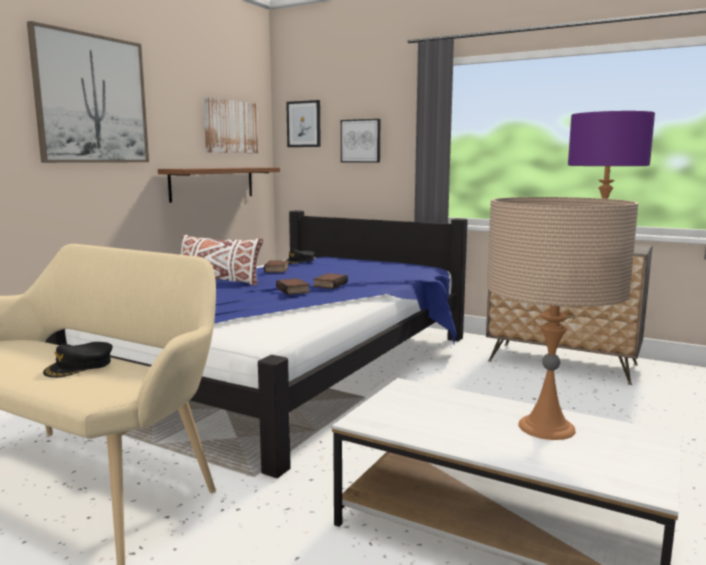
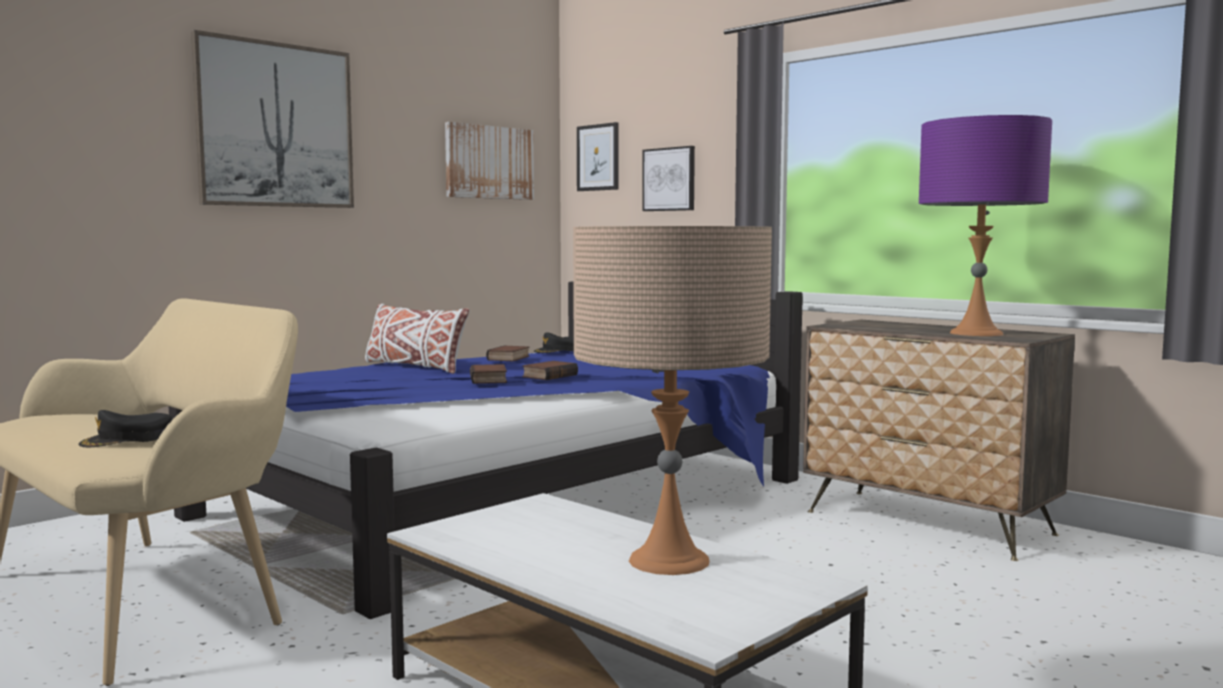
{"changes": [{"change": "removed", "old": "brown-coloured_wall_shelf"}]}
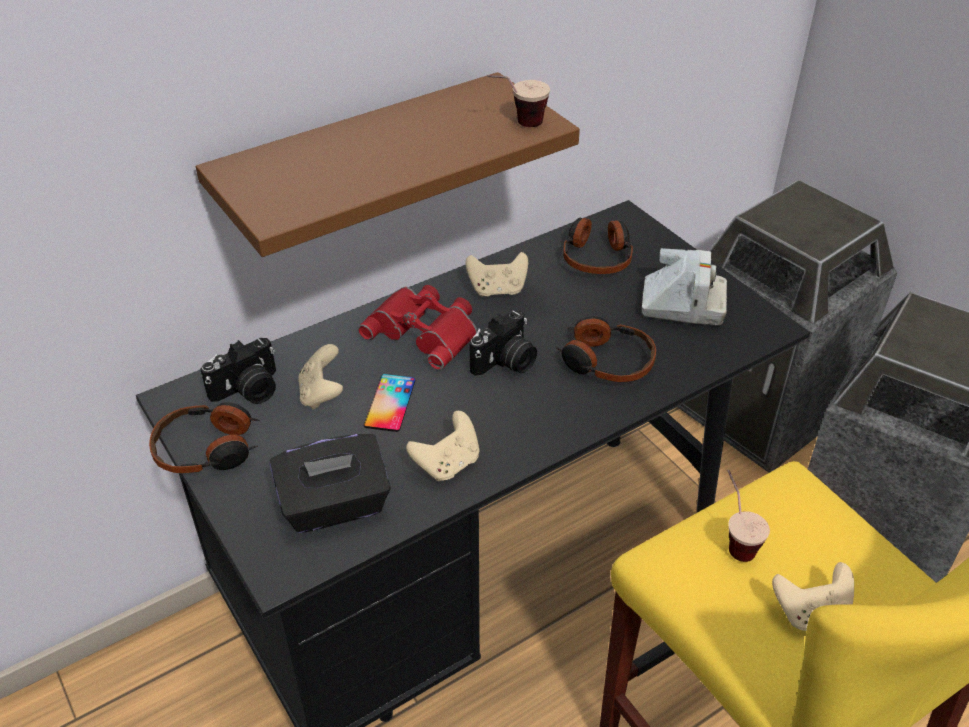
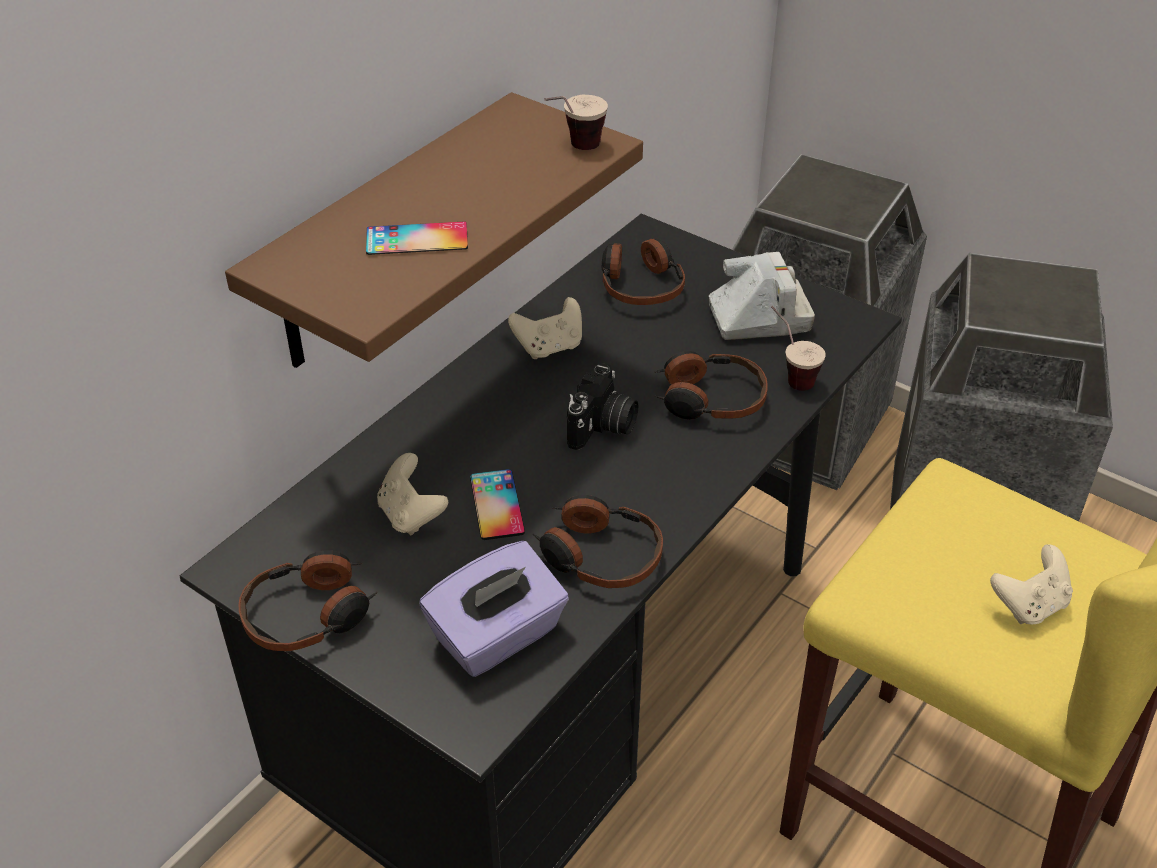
{"changes": [{"change": "removed", "old": "photo_camera (1st from left)"}, {"change": "removed", "old": "red_binoculars"}, {"change": "added", "new": "telephone (1st from left)"}, {"change": "moved", "old": "drinking_cup (2nd from left)"}, {"change": "replaced", "old": "beige-coloured_joypad (2nd from left)", "new": "headphones (2nd from left)"}, {"change": "recoloured", "old": "black-coloured_box_of_tissues", "new": "purple_box_of_tissues"}]}
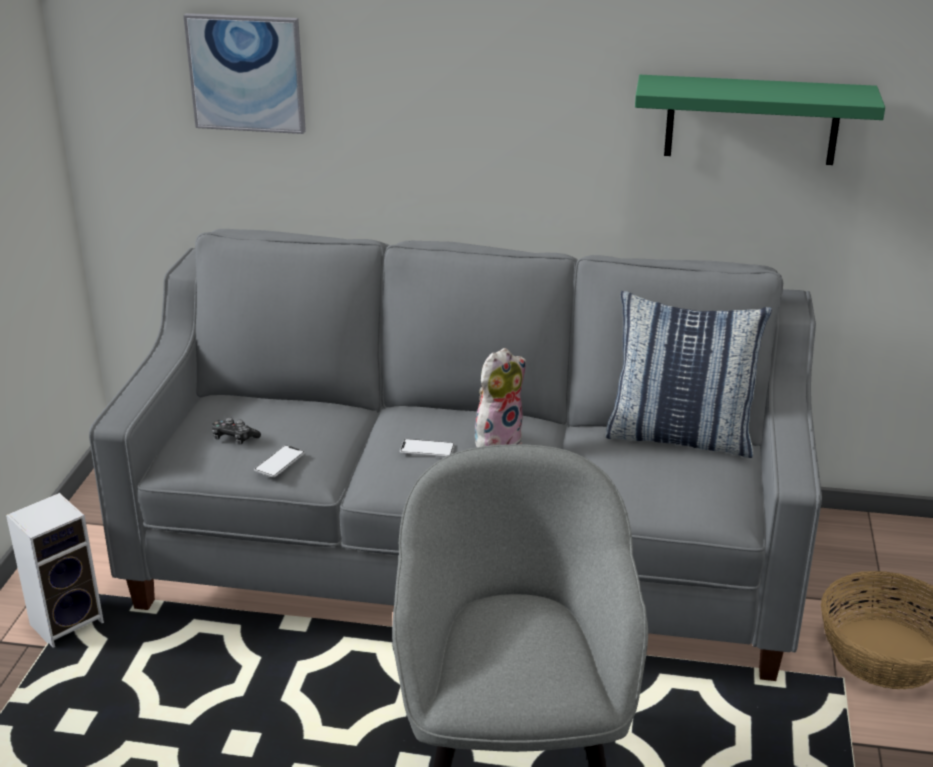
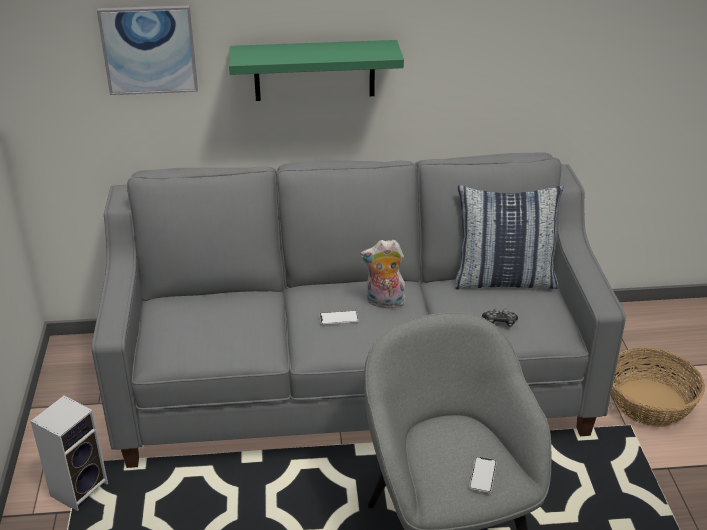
{"changes": [{"change": "moved", "old": "joypad"}, {"change": "moved", "old": "telephone (1st from left in the first image)", "new": "telephone (2nd from left)"}, {"change": "moved", "old": "greenish_wall_shelf"}, {"change": "turned", "old": "cuddly_toy", "degrees": -120}]}
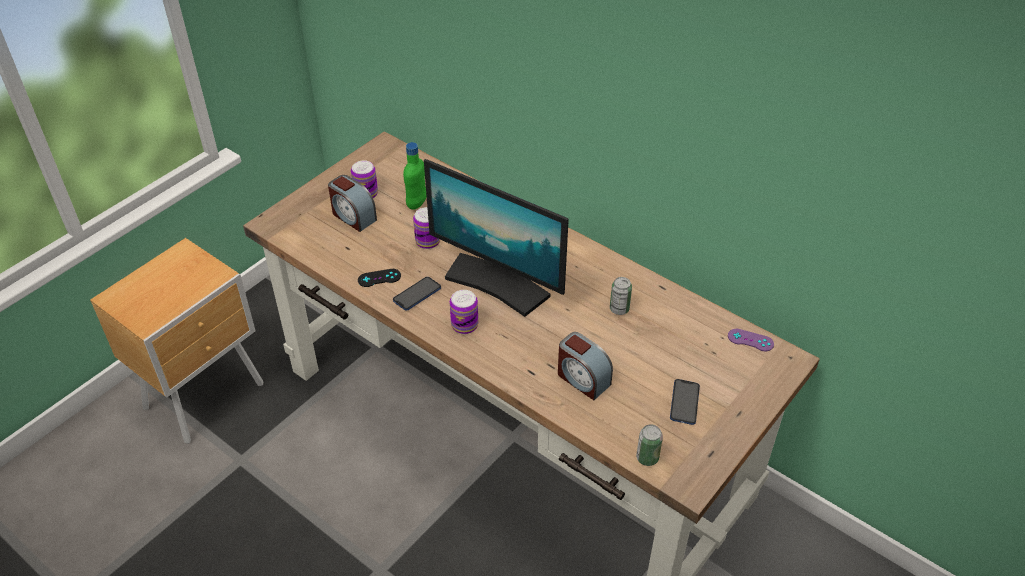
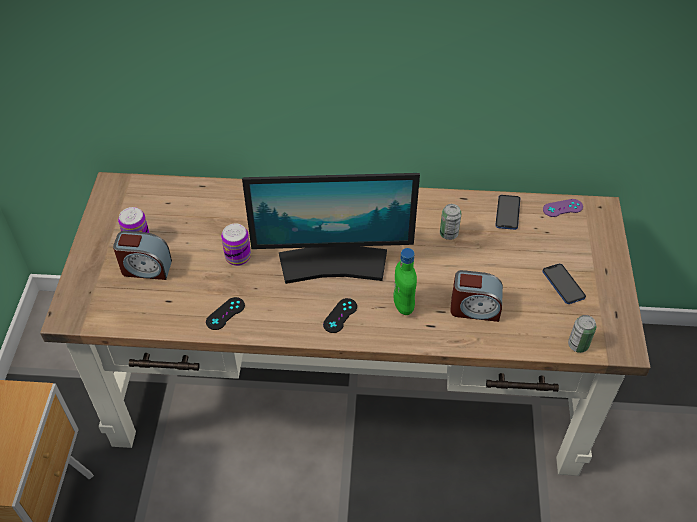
{"changes": [{"change": "moved", "old": "telephone (1st from left)"}, {"change": "moved", "old": "greenish_beverage_bottle"}, {"change": "replaced", "old": "metal_can (3rd from left)", "new": "black-coloured_joypad (2nd from left)"}]}
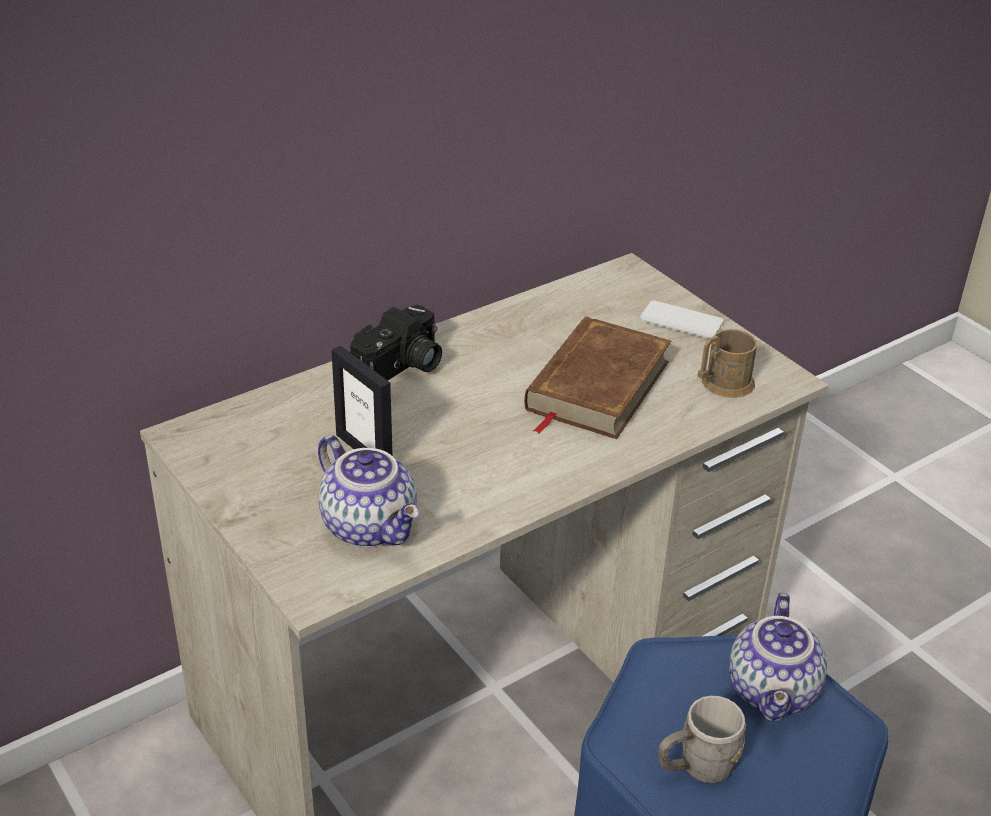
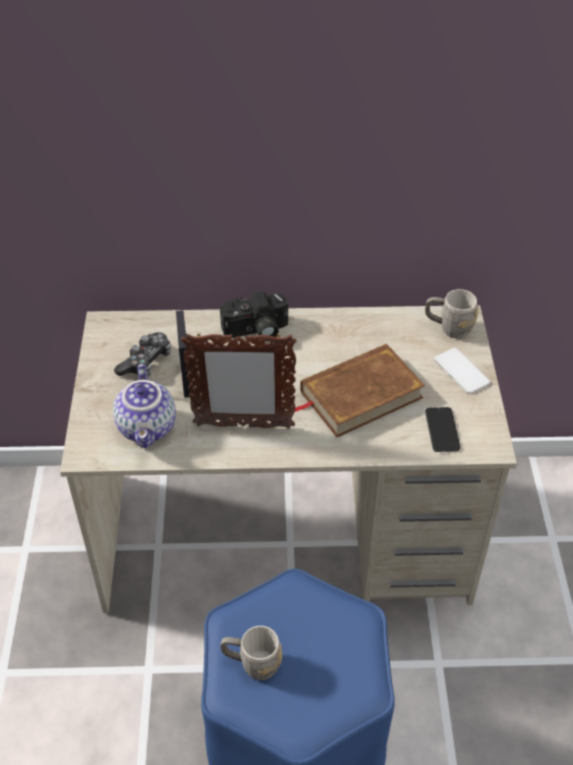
{"changes": [{"change": "removed", "old": "tea_pot (2nd from left)"}, {"change": "added", "new": "joypad"}, {"change": "added", "new": "standing_frame (2nd from left)"}, {"change": "added", "new": "grey_mug (2nd from left)"}, {"change": "replaced", "old": "brown-coloured_mug", "new": "telephone (1st from left)"}]}
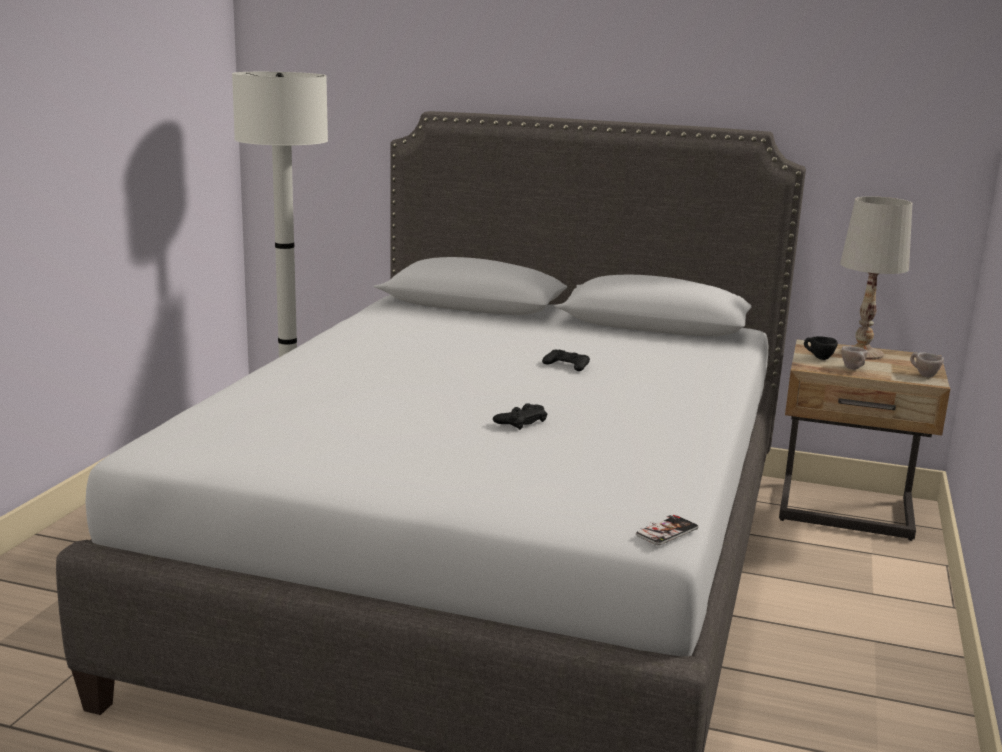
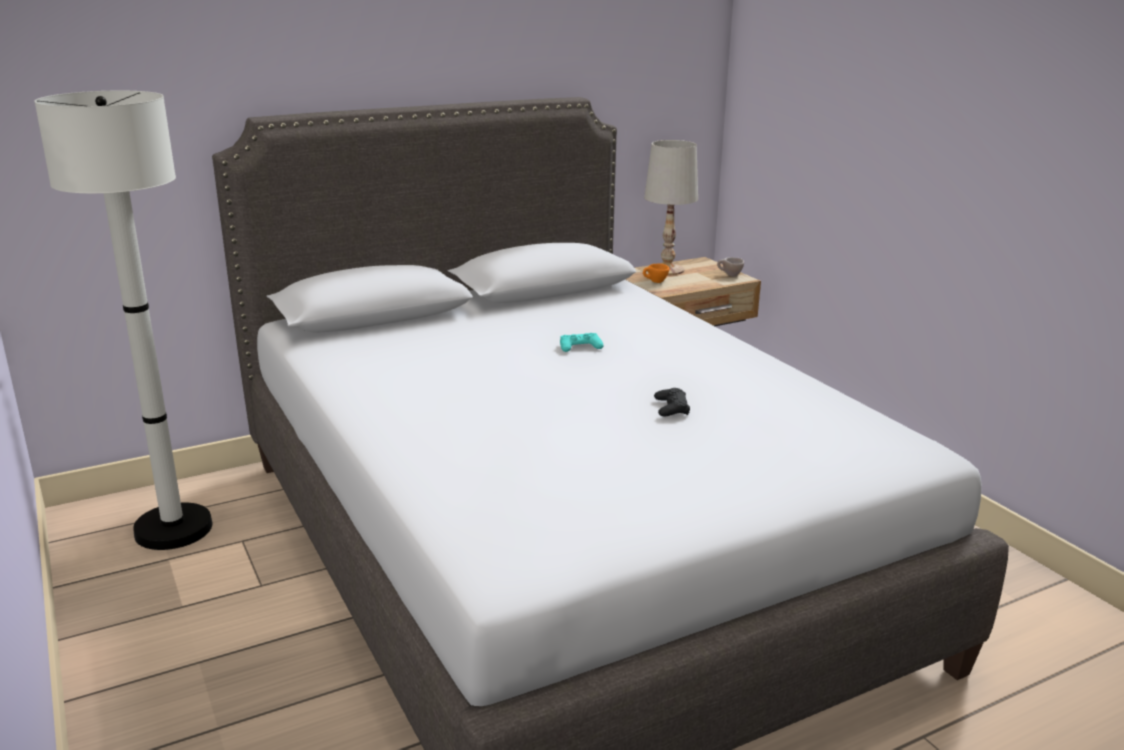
{"changes": [{"change": "removed", "old": "telephone"}, {"change": "removed", "old": "beige-coloured_drinking_cup (1st from left)"}, {"change": "recoloured", "old": "black-coloured_joypad (2nd from left)", "new": "turquoise_joypad"}, {"change": "recoloured", "old": "black-coloured_drinking_cup", "new": "orange_drinking_cup"}]}
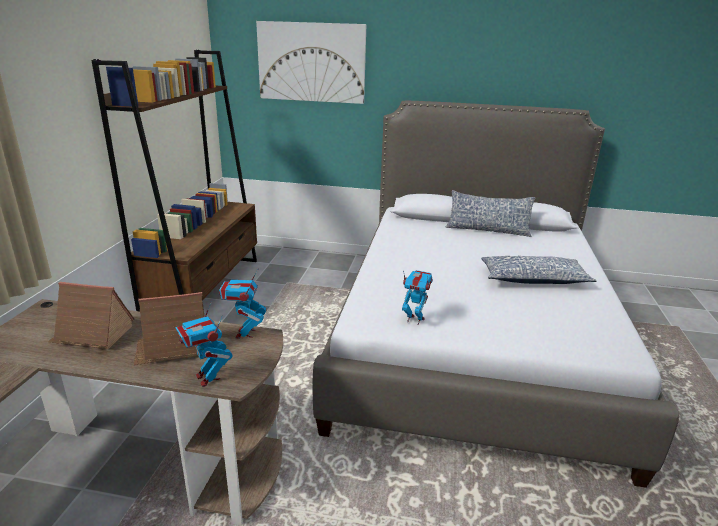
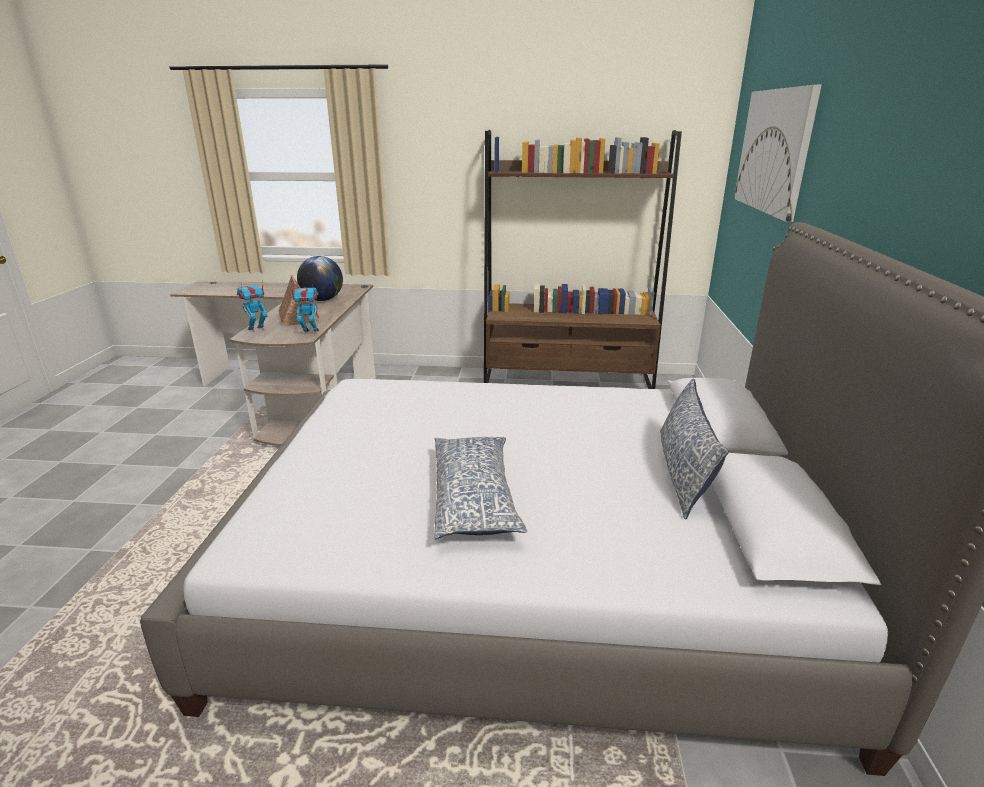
{"changes": [{"change": "removed", "old": "robot_figure (3rd from left)"}, {"change": "replaced", "old": "miniature_house (1st from left)", "new": "globe"}]}
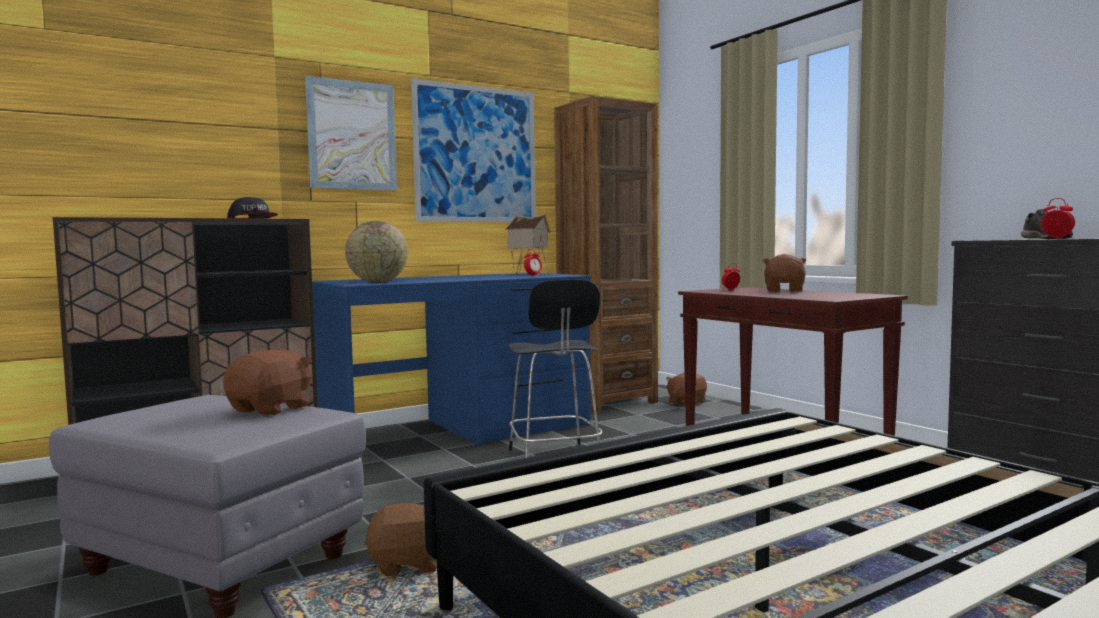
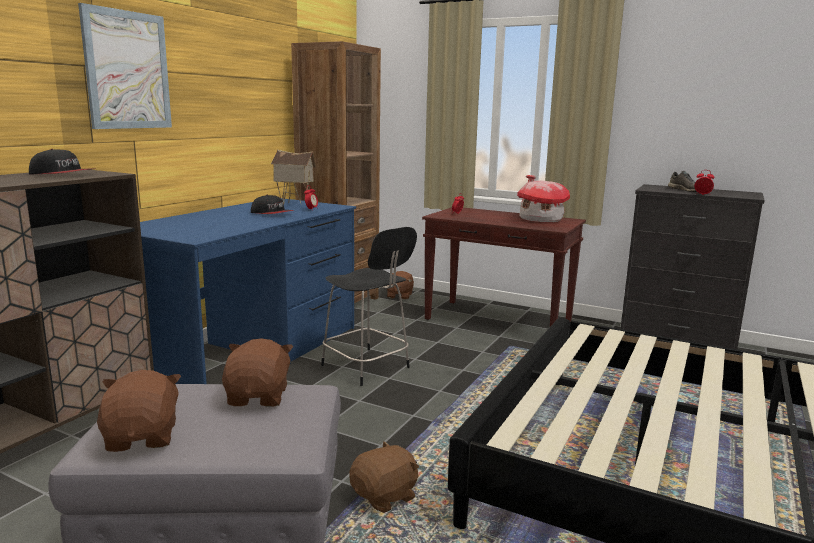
{"changes": [{"change": "removed", "old": "globe"}, {"change": "removed", "old": "wall_art (2nd from left)"}, {"change": "added", "new": "peaked_cap (2nd from left)"}, {"change": "added", "new": "miniature_house (2nd from left)"}, {"change": "moved", "old": "brown-coloured_cuddly_toy (4th from left in the first image)", "new": "brown-coloured_cuddly_toy (1st from left)"}]}
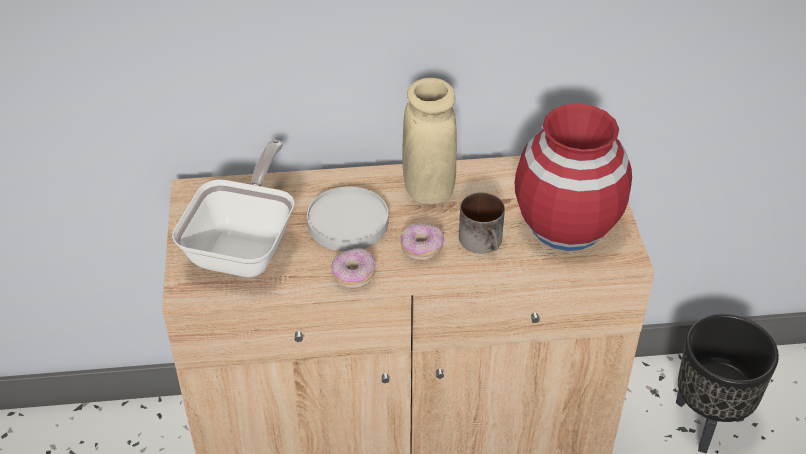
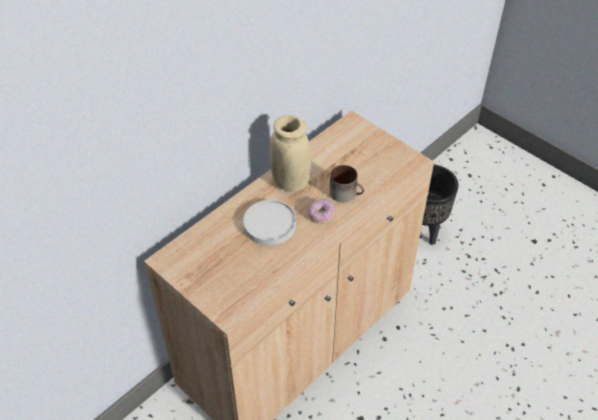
{"changes": [{"change": "removed", "old": "frying_pan"}, {"change": "removed", "old": "donut (1st from left)"}, {"change": "removed", "old": "red_vase"}]}
